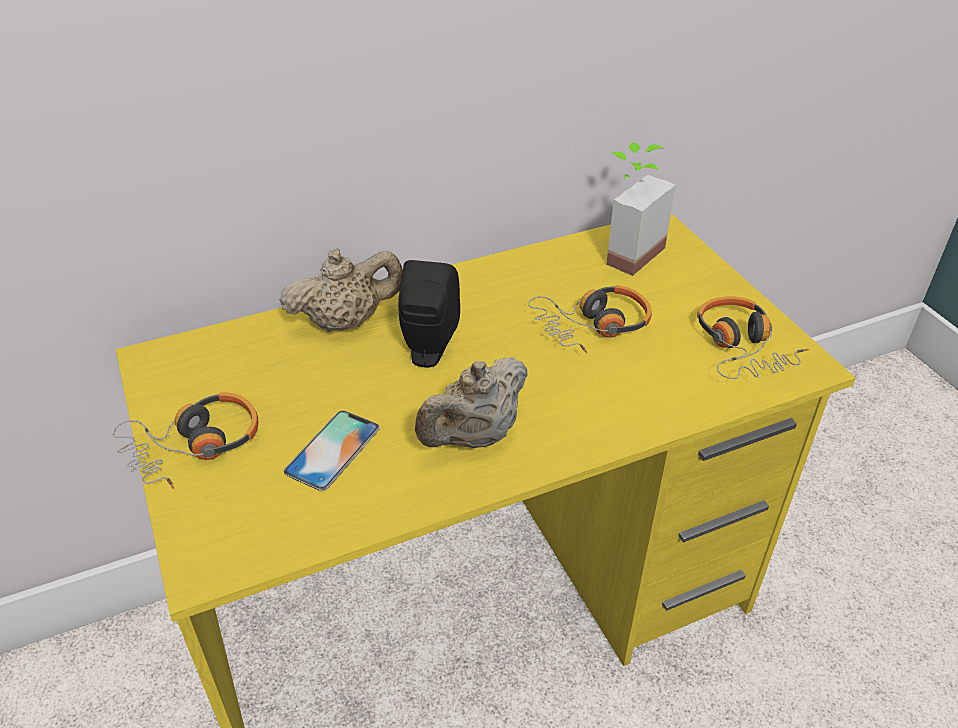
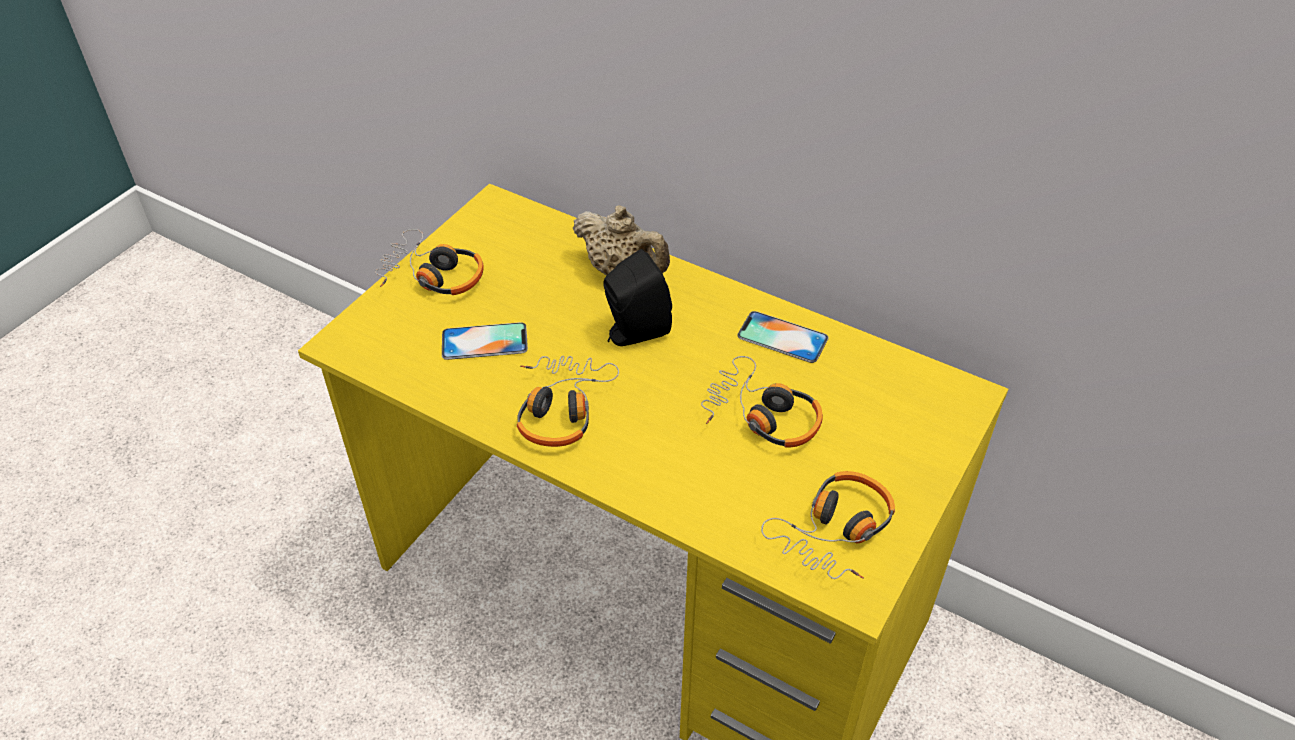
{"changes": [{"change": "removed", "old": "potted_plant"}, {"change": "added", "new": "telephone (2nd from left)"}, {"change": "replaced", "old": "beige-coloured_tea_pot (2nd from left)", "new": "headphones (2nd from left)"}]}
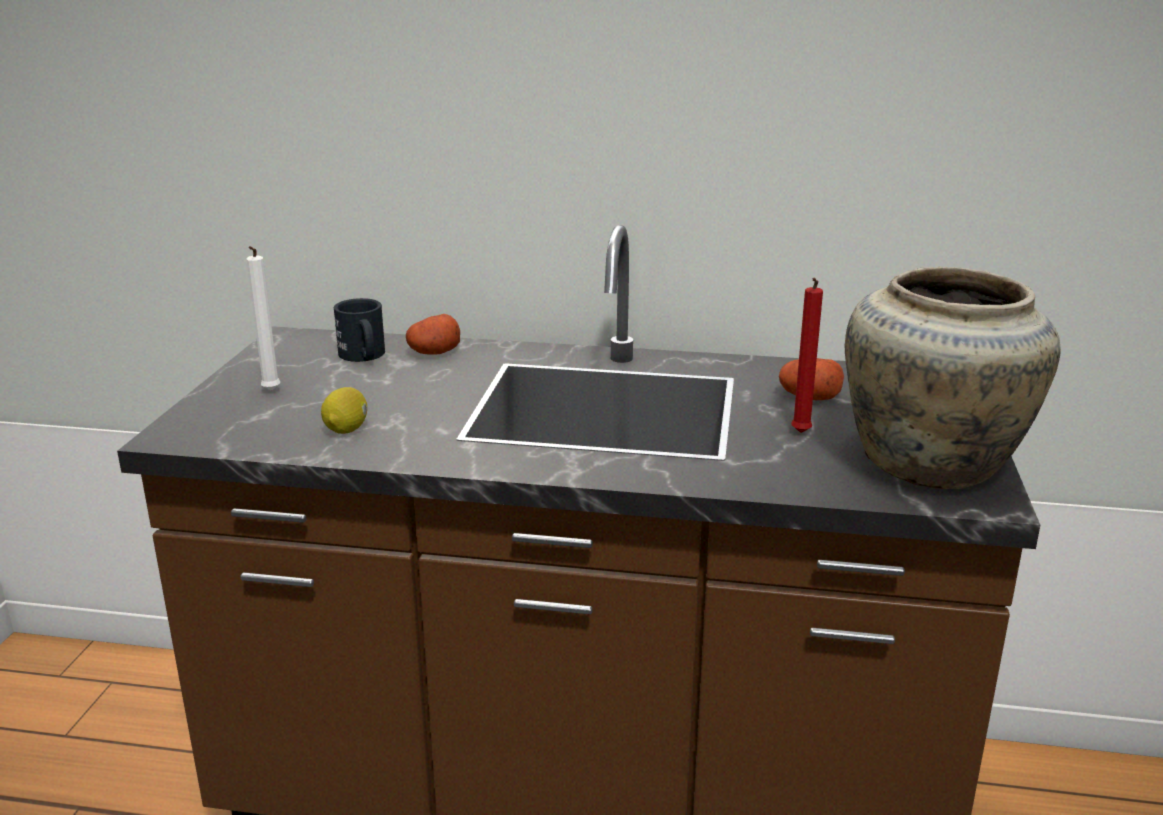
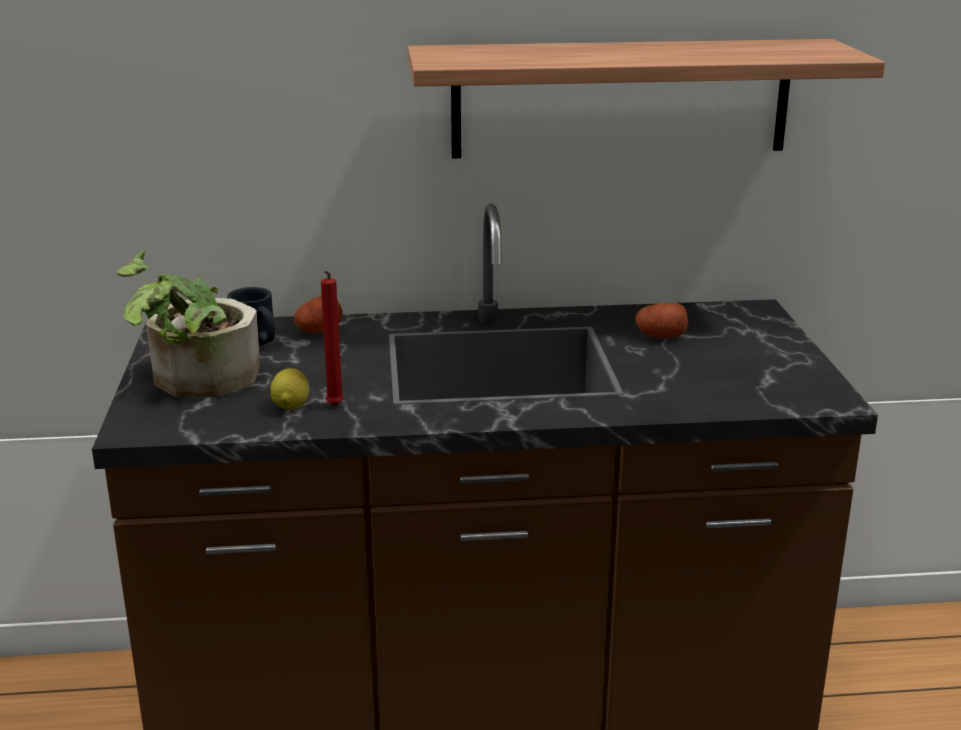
{"changes": [{"change": "removed", "old": "beige-coloured_vase"}, {"change": "added", "new": "wall_shelf"}, {"change": "moved", "old": "red_wax_candle"}, {"change": "replaced", "old": "white_wax_candle", "new": "potted_plant"}]}
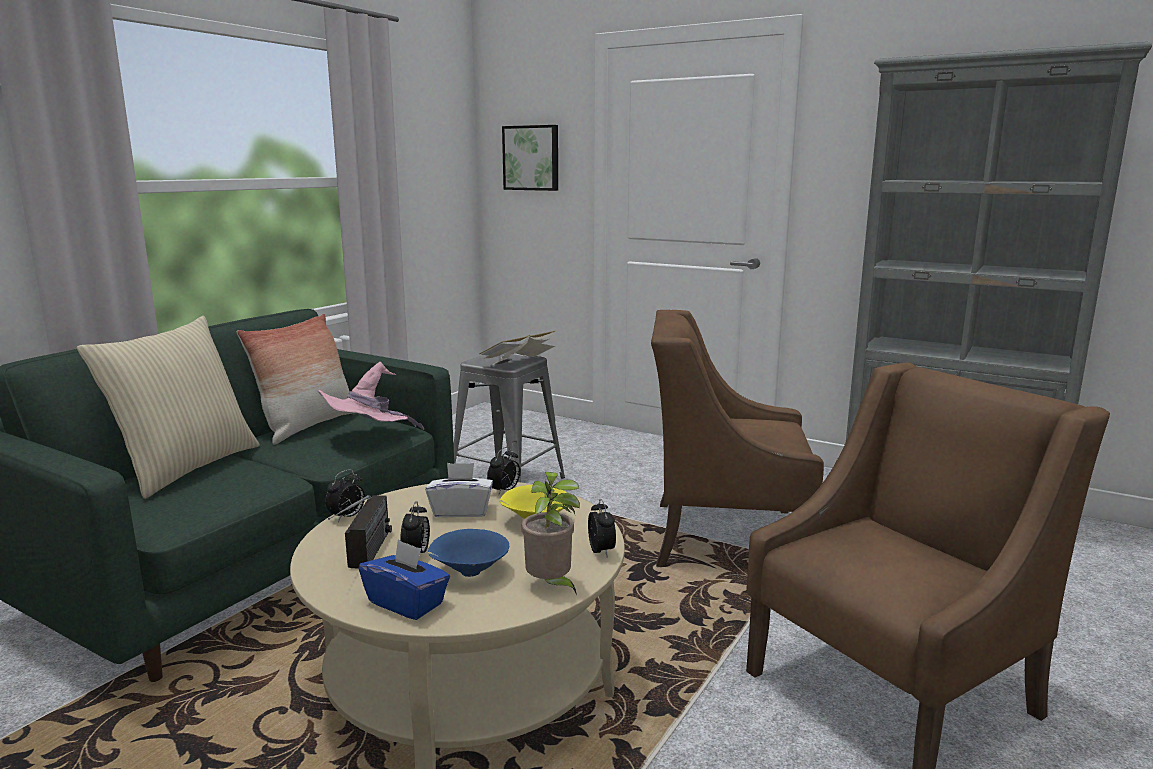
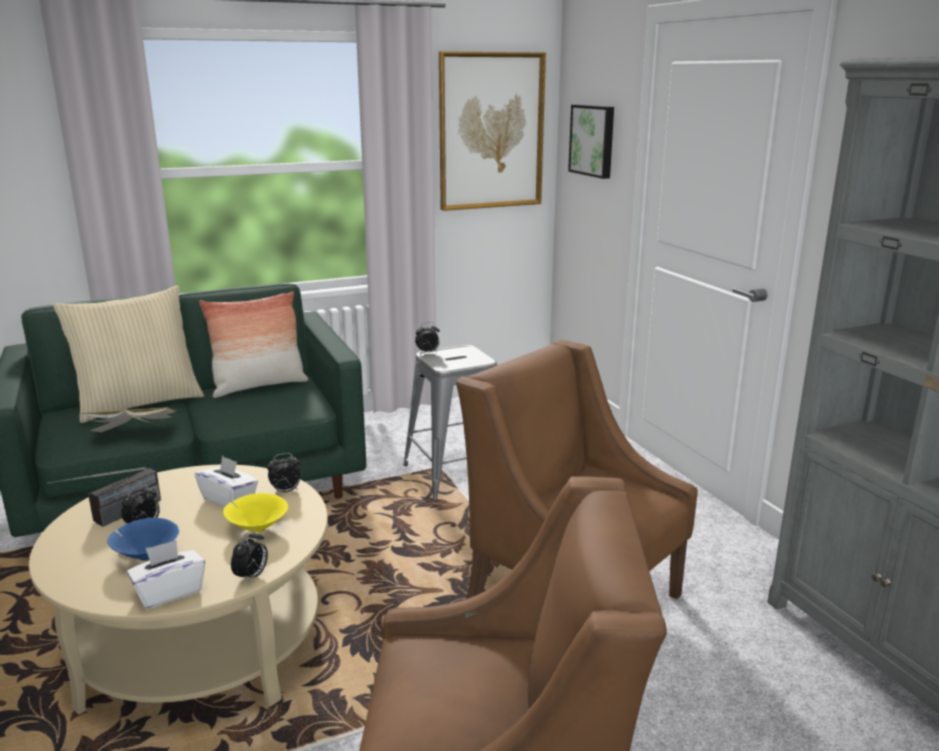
{"changes": [{"change": "removed", "old": "pink_clothing_hat"}, {"change": "removed", "old": "blue-coloured_box_of_tissues"}, {"change": "added", "new": "wall_art (1st from left)"}, {"change": "moved", "old": "table_clock (1st from left in the first image)", "new": "table_clock (4th from left)"}, {"change": "moved", "old": "volume"}, {"change": "replaced", "old": "potted_plant", "new": "white_box_of_tissues (1st from left)"}]}
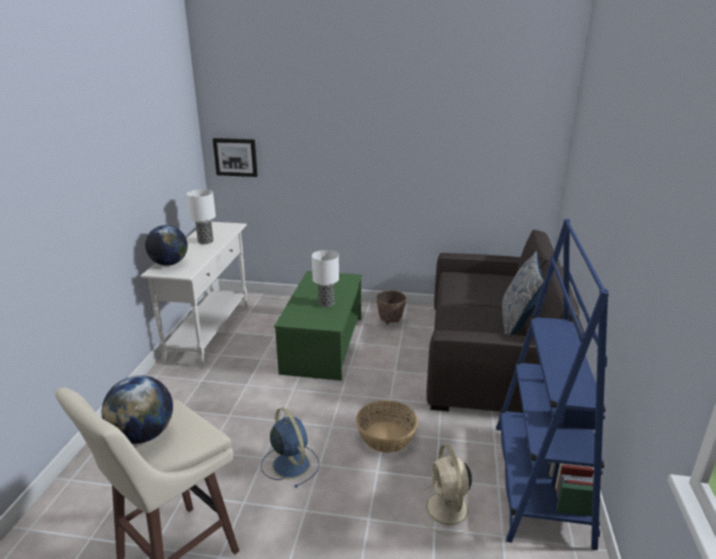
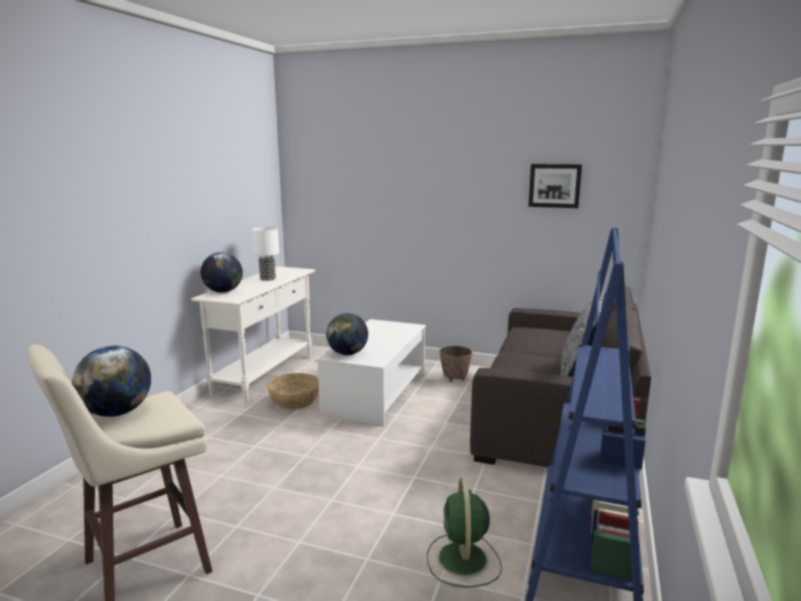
{"changes": [{"change": "removed", "old": "blue-coloured_fan"}, {"change": "removed", "old": "table_lamp (2nd from left)"}, {"change": "added", "new": "globe (3rd from left)"}, {"change": "moved", "old": "wall_art"}, {"change": "moved", "old": "storage_basket"}, {"change": "recoloured", "old": "greenish_lounge_table", "new": "white_lounge_table"}, {"change": "recoloured", "old": "beige-coloured_fan", "new": "greenish_fan"}]}
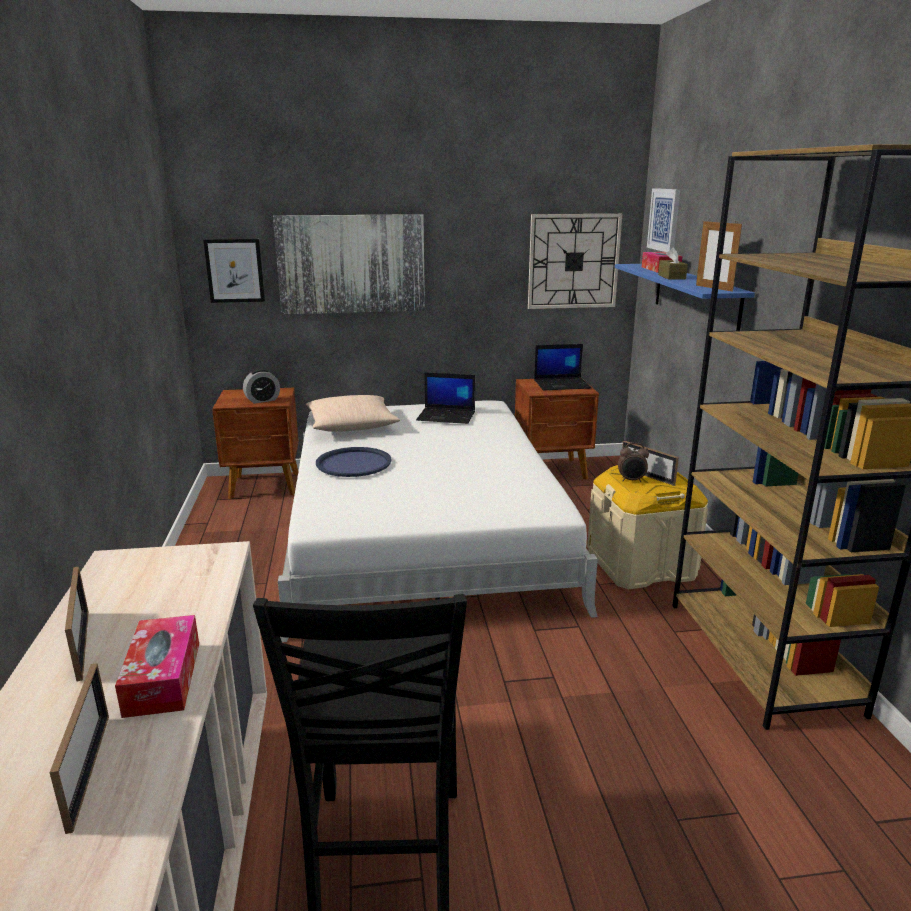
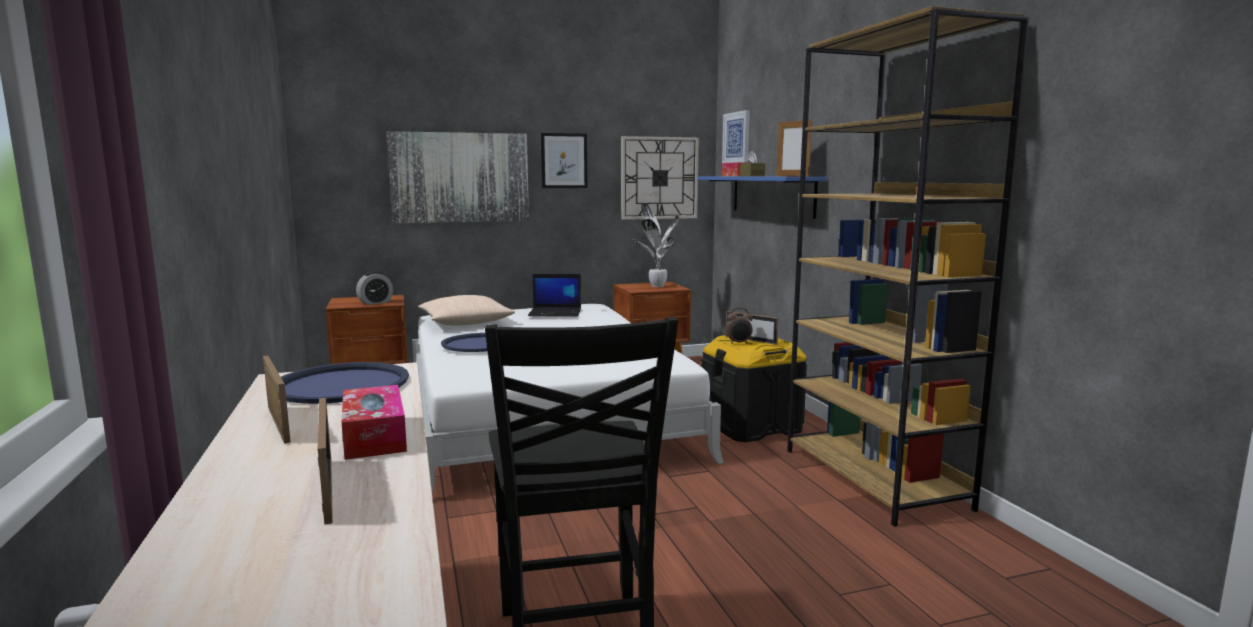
{"changes": [{"change": "added", "new": "blue-coloured_tray (1st from left)"}, {"change": "moved", "old": "wall_art (1st from left in the first image)", "new": "wall_art (2nd from left)"}, {"change": "replaced", "old": "notebook_computer (2nd from left)", "new": "potted_plant"}, {"change": "recoloured", "old": "beige-coloured_storage_container", "new": "black-coloured_storage_container"}]}
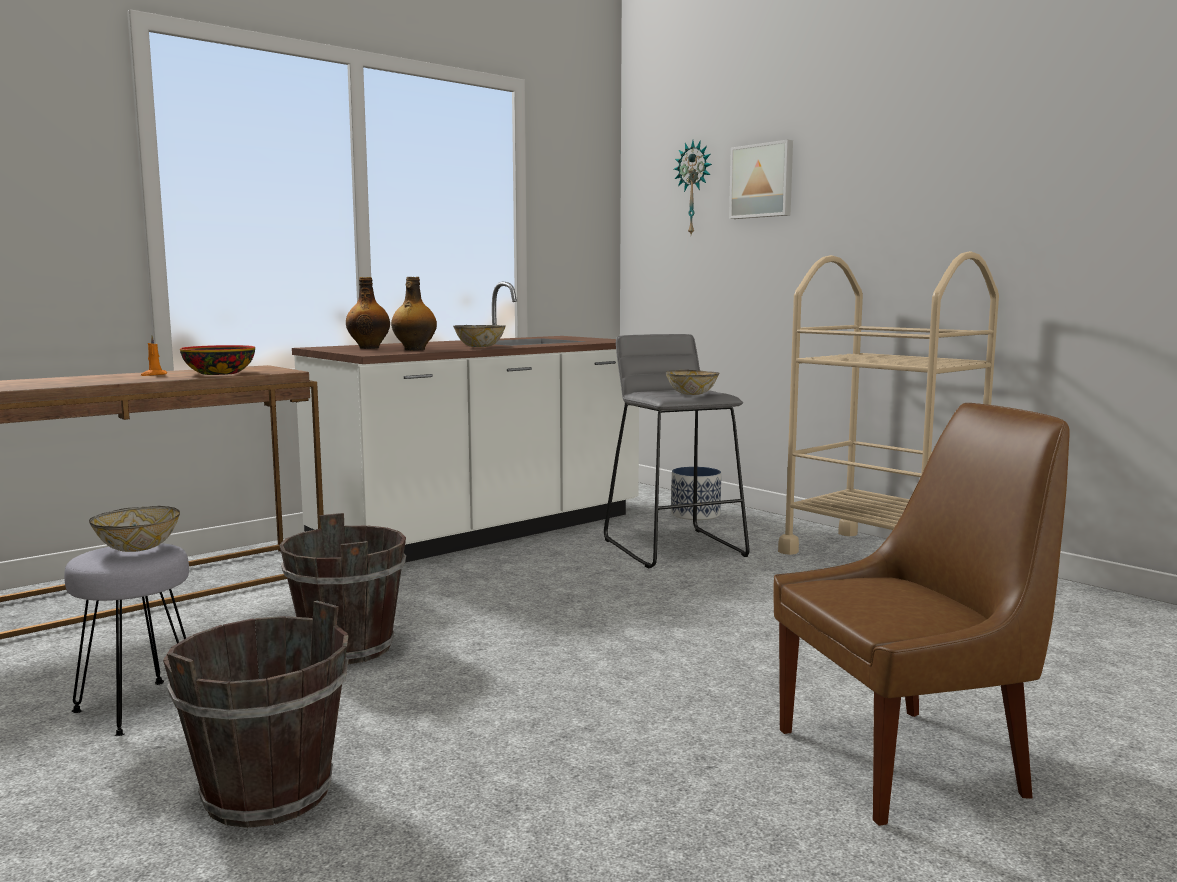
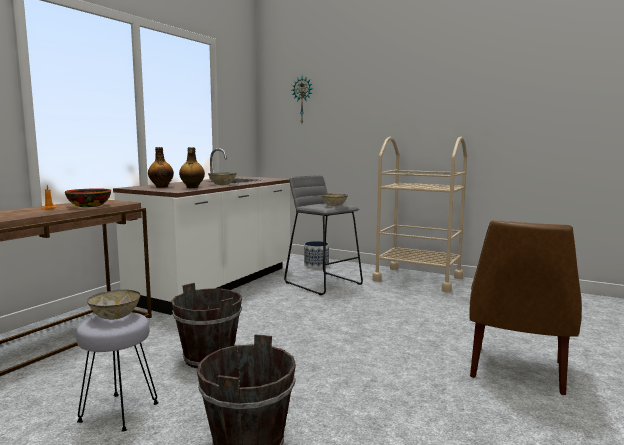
{"changes": [{"change": "removed", "old": "wall_art"}, {"change": "turned", "old": "brown-coloured_plain_chair", "degrees": 150}]}
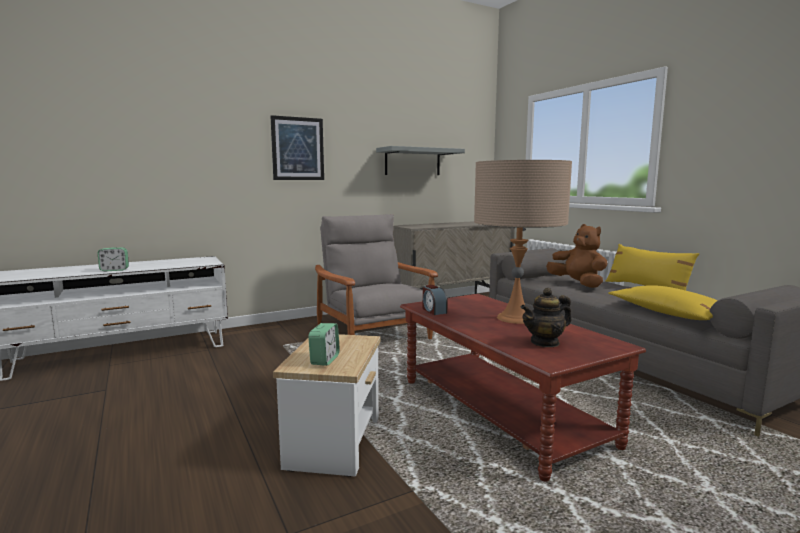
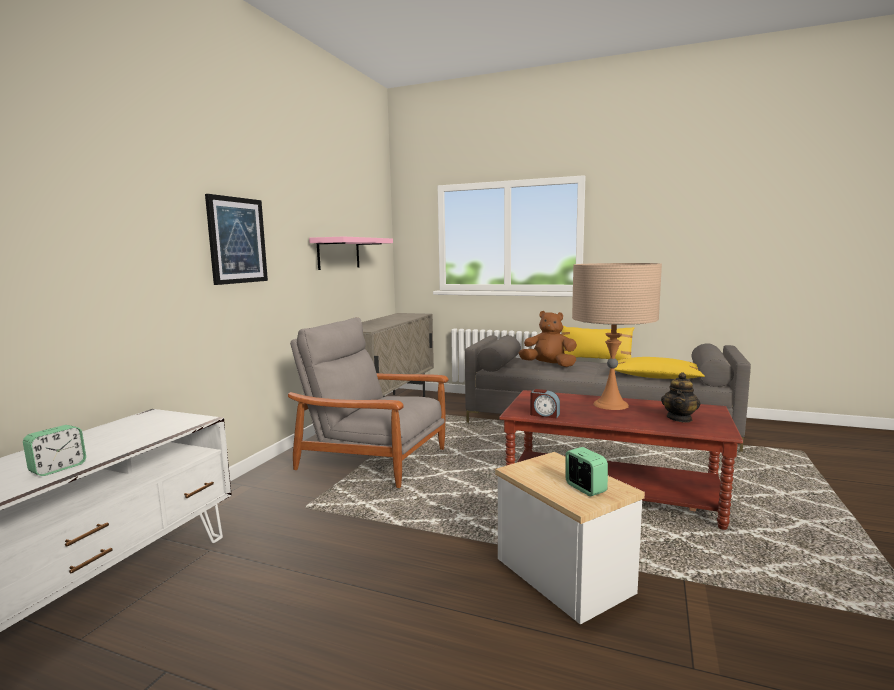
{"changes": [{"change": "recoloured", "old": "grey_wall_shelf", "new": "pink_wall_shelf"}]}
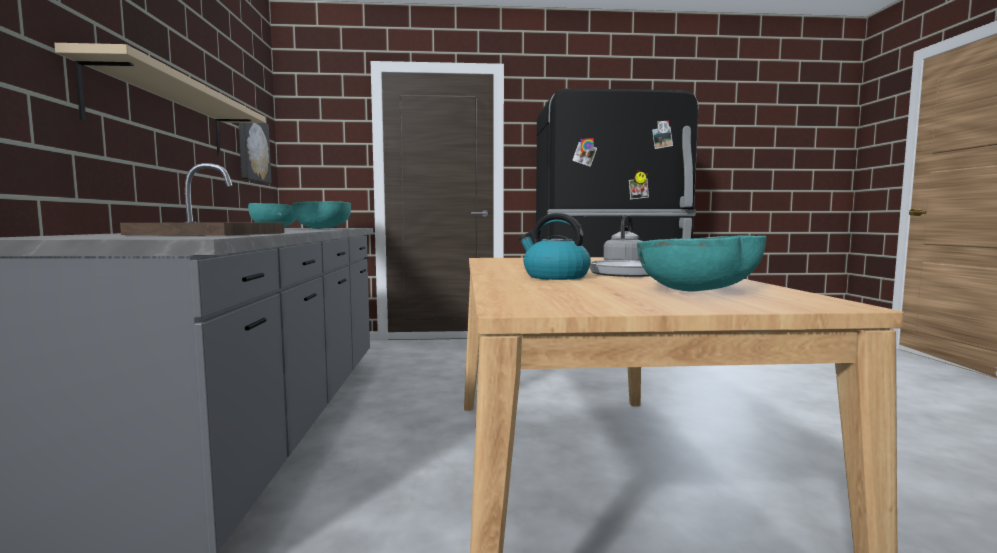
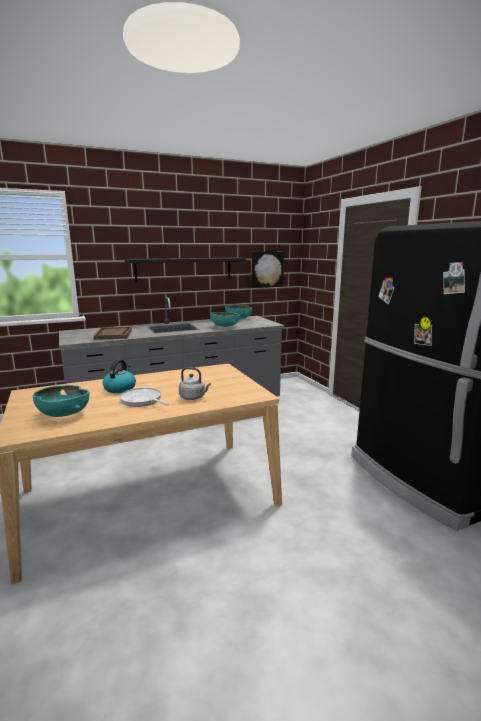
{"changes": [{"change": "recoloured", "old": "beige-coloured_wall_shelf", "new": "black-coloured_wall_shelf"}]}
